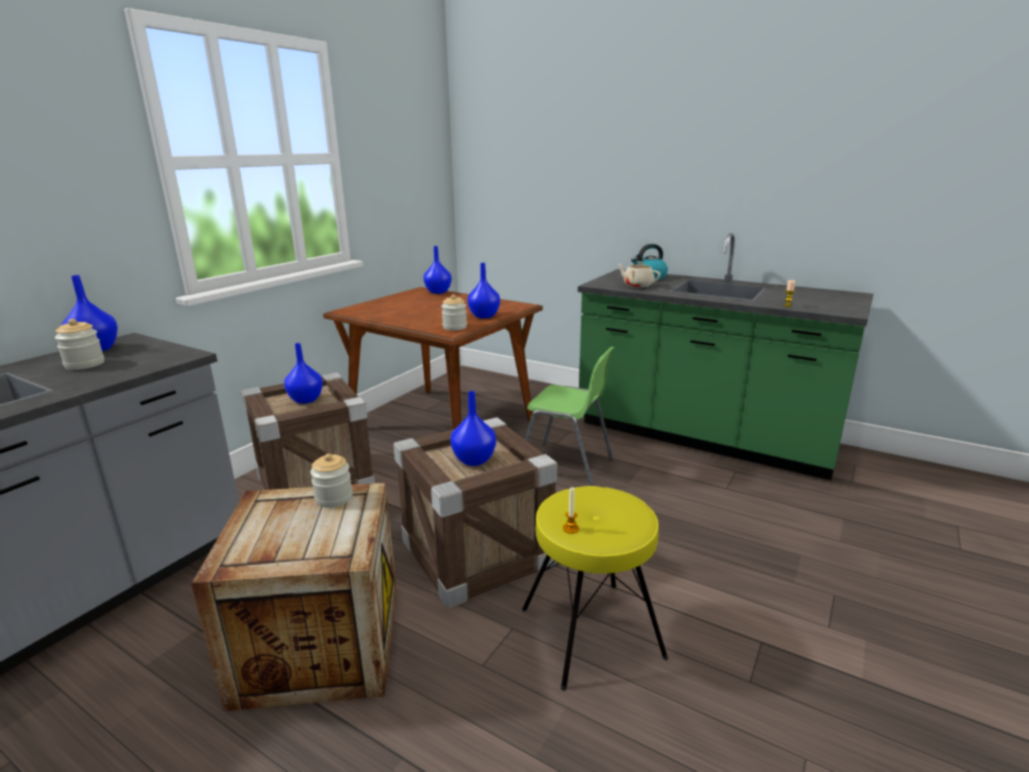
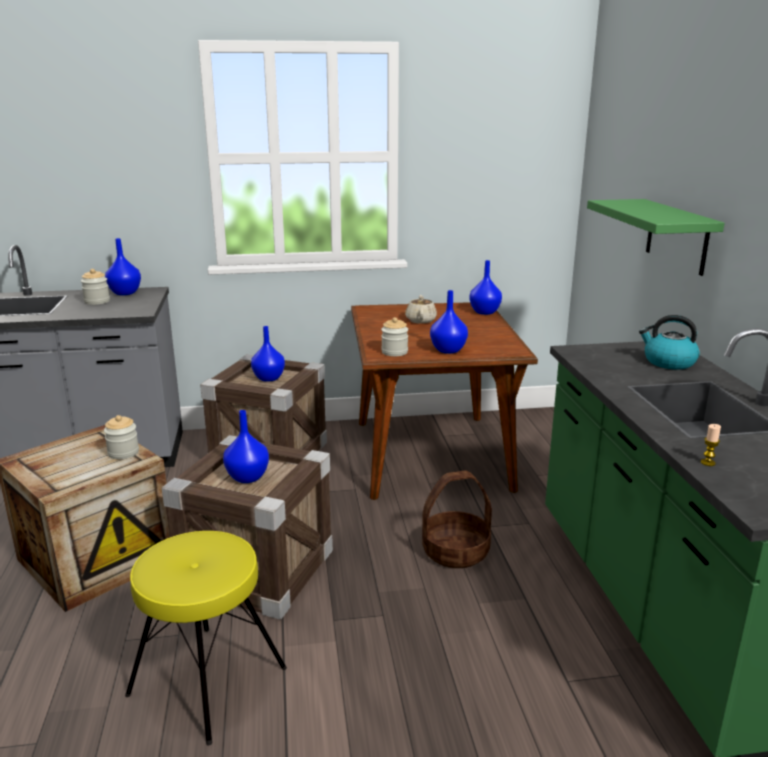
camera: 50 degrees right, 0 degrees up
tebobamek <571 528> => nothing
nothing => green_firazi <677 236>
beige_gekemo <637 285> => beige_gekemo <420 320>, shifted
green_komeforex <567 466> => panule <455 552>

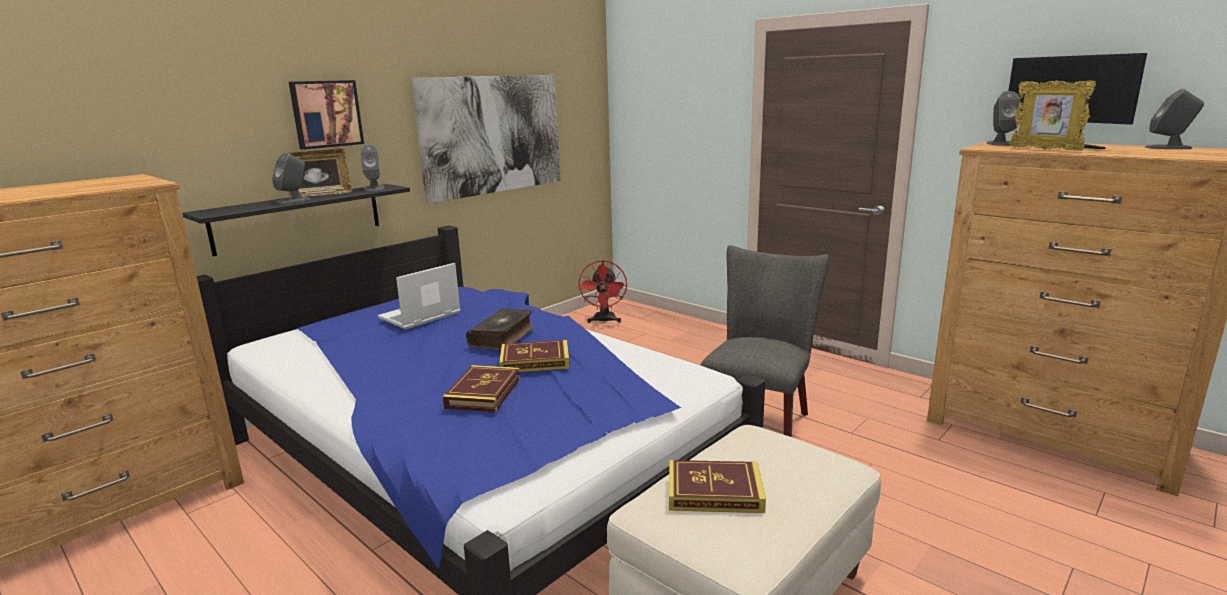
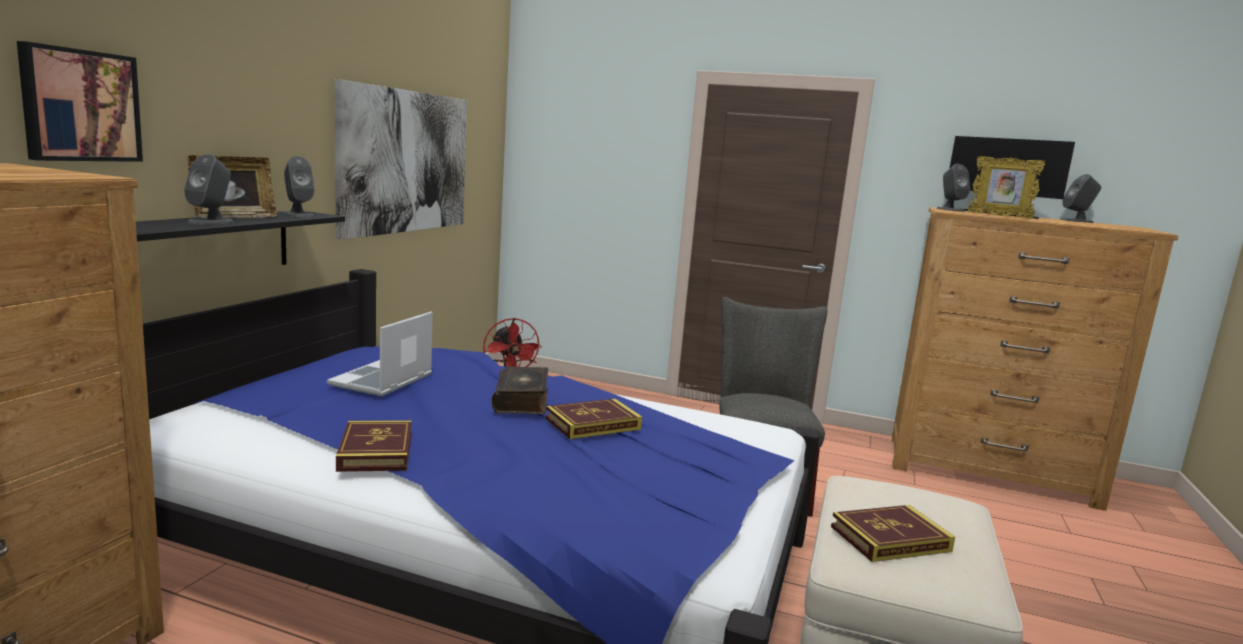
camera: 25 degrees left, 5 degrees down
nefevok <326 114> => nefevok <80 105>, shifted
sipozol <483 393> => sipozol <376 451>, shifted

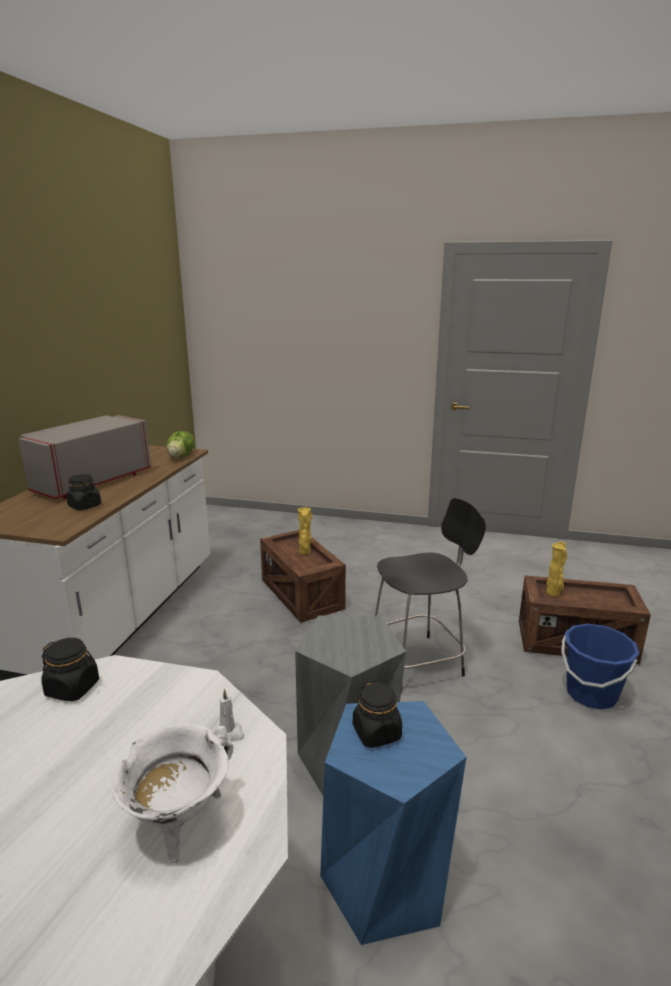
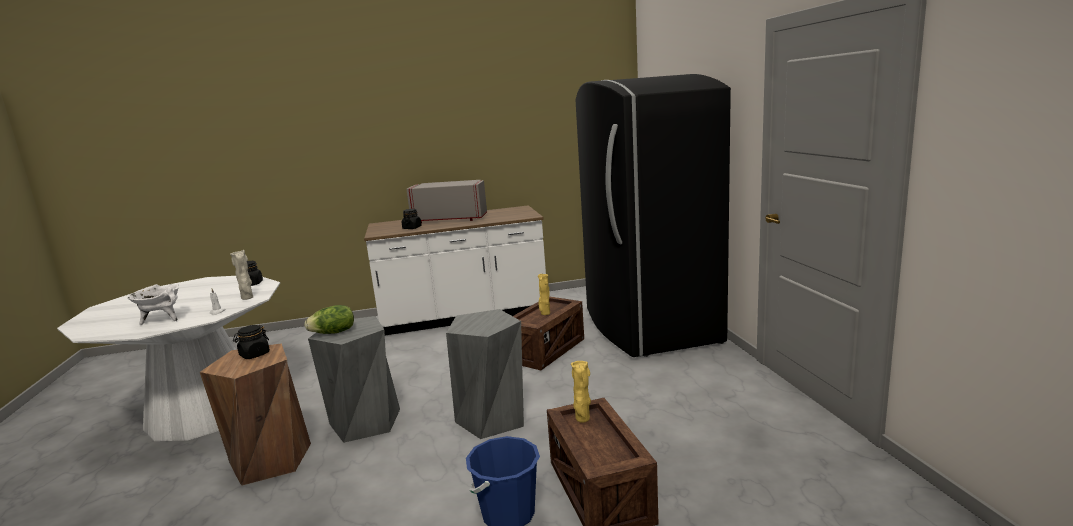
camera: 65 degrees right, 5 degrees down
nothing => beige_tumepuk <248 298>
nothing => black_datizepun <648 326>
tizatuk <181 456> => tizatuk <333 332>, shifted
black_komeforex <418 662> => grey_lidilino <492 418>
blue_lidilino <385 881> => brown_lidilino <270 460>

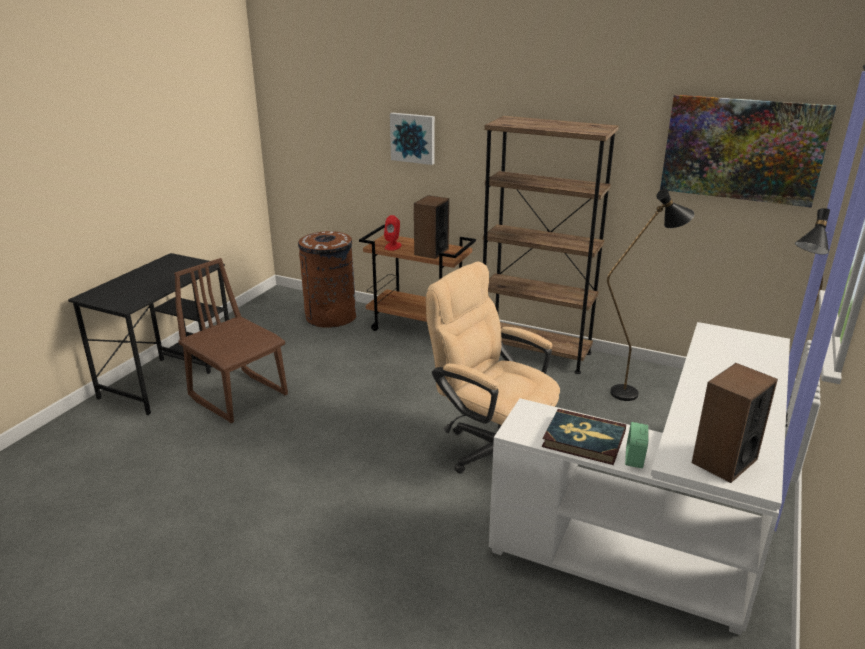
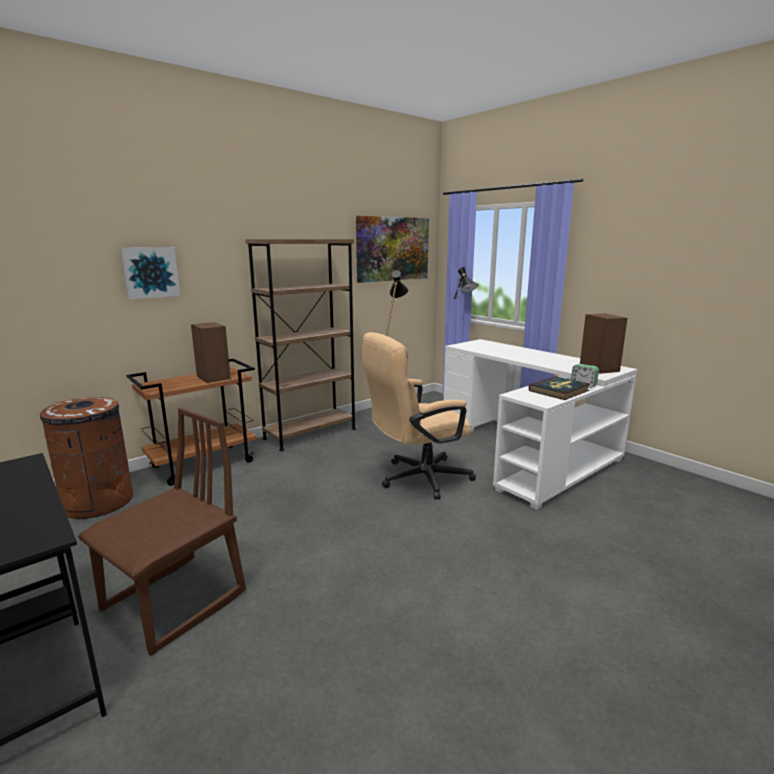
camera: 65 degrees left, 10 degrees down
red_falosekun <393 246> => nothing
brown_komeforex <239 395> => brown_komeforex <175 602>, 150 degrees clockwise

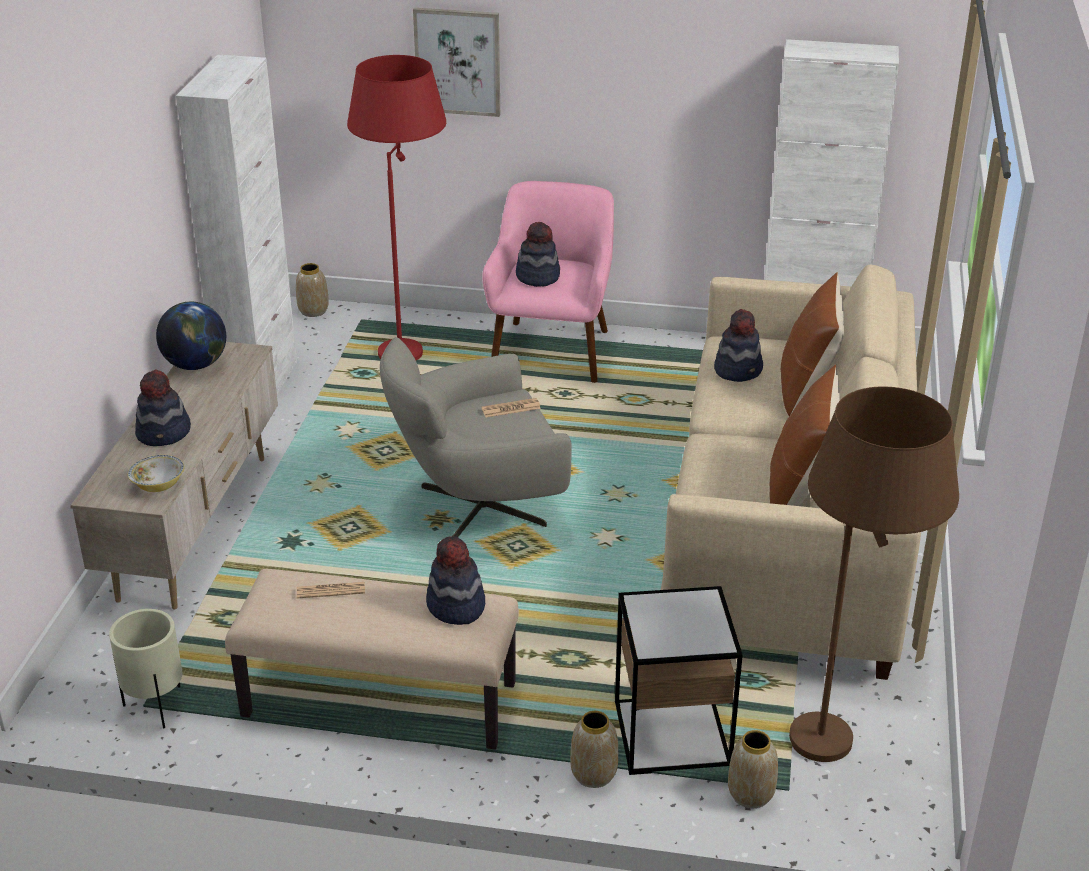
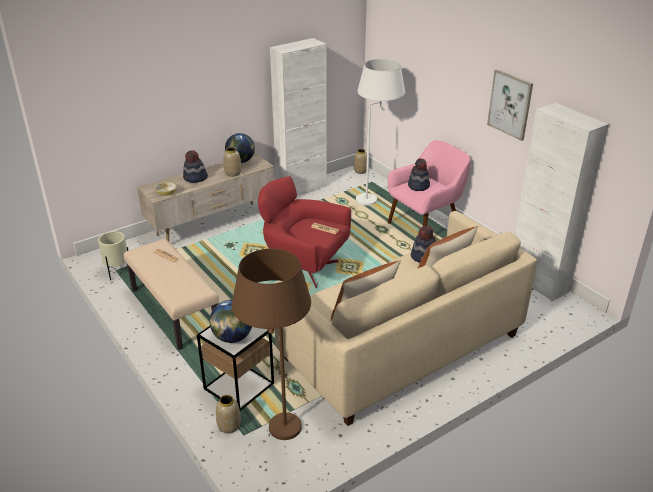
camera: 45 degrees right, 0 degrees up
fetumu <455 606> => nothing
nothing => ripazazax <232 337>
nefevok <458 61> => nefevok <510 104>, shifted
tumepuk <593 774> => tumepuk <232 173>, shifted
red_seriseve <408 342> => white_seriseve <376 197>
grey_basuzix <477 509> => red_basuzix <303 268>

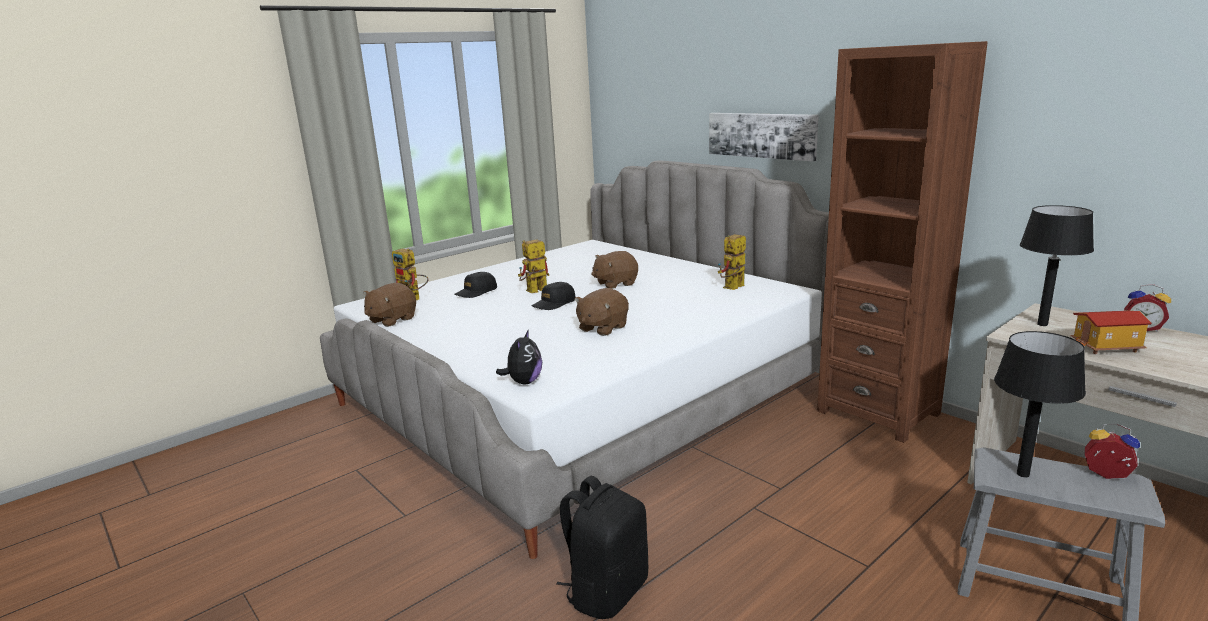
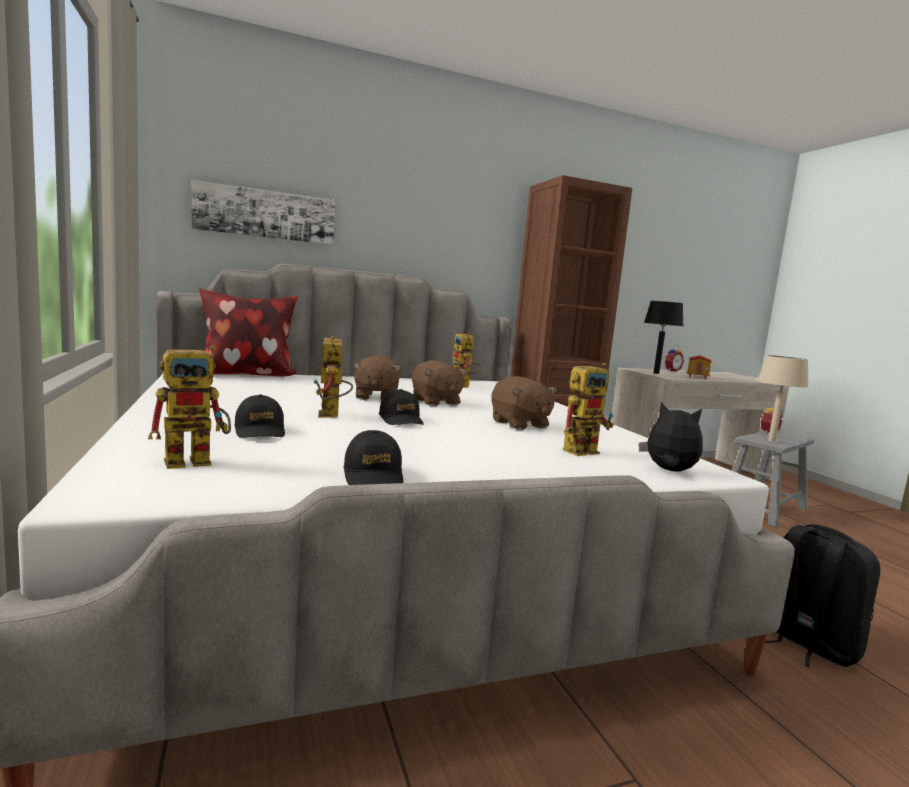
camera: 70 degrees left, 10 degrees down
nothing => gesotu <246 374>
nothing => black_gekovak <373 475>
nothing => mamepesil <584 450>
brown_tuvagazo <392 320> => brown_tuvagazo <435 402>, shifted
nefevok <761 135> => nefevok <265 214>, shifted
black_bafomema <1022 474> => beige_bafomema <771 440>

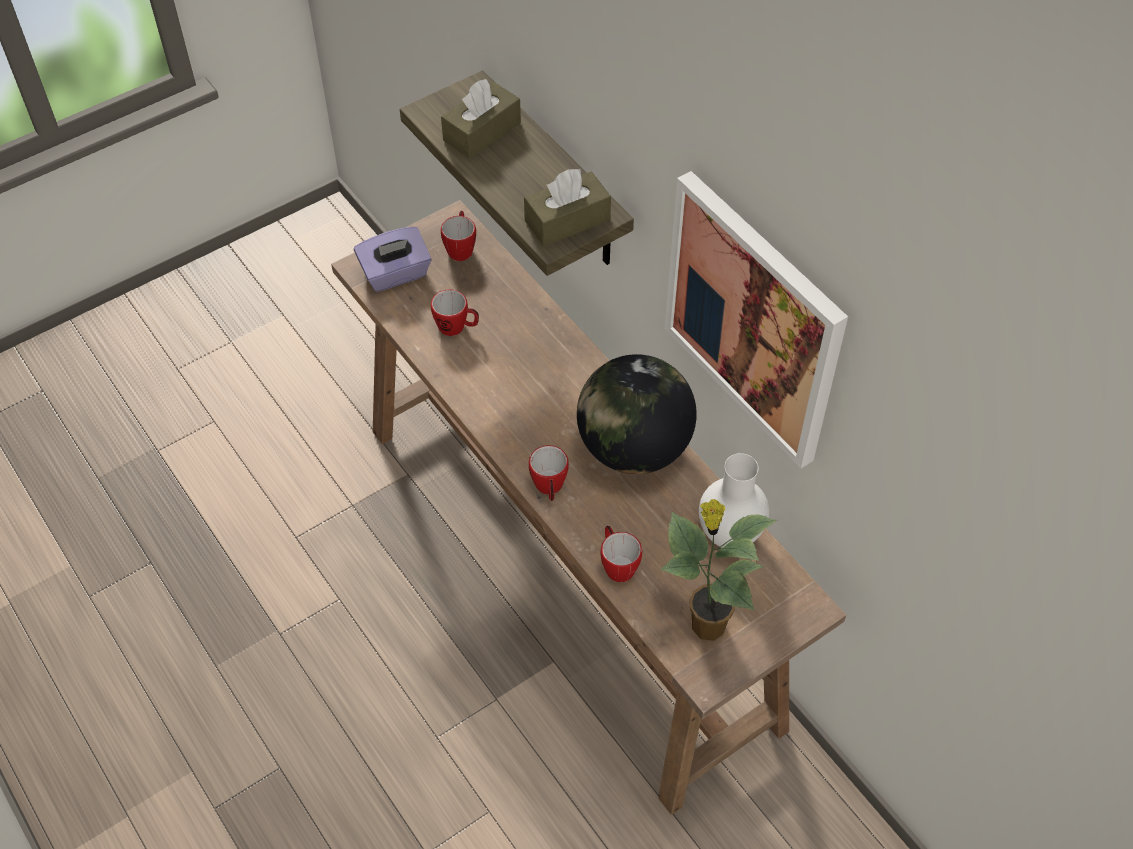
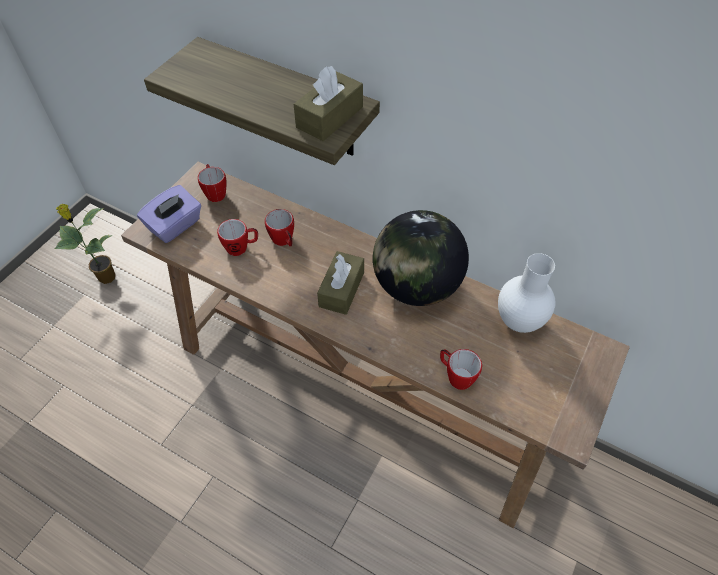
camera: 25 degrees left, 0 degrees up
nefevok <753 319> => nothing
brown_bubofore <482 131> => brown_bubofore <341 289>, shifted
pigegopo <549 488> => pigegopo <284 241>, shifted
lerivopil <705 625> => lerivopil <105 277>, shifted

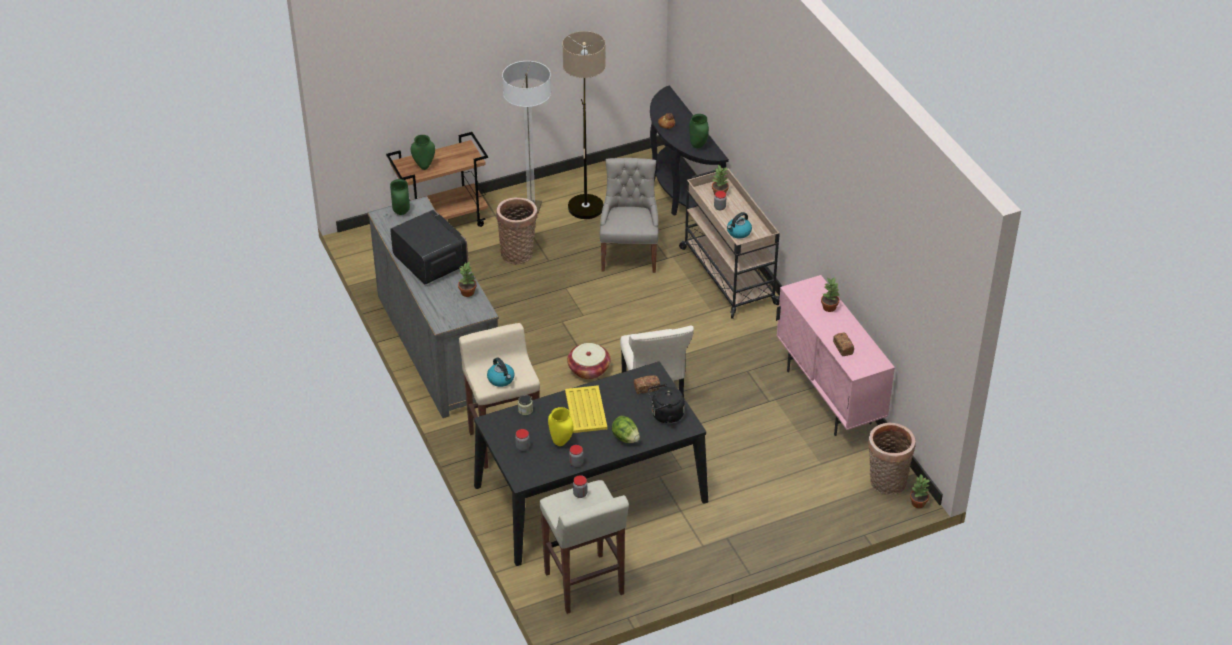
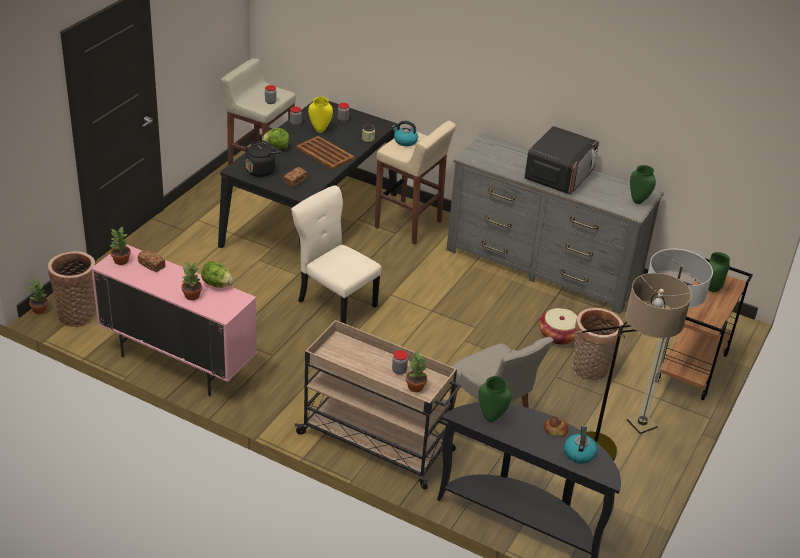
camera: 140 degrees right, 5 degrees down
nothing => tizatuk <216 284>
lerivopil <468 292> => lerivopil <121 261>, shifted
panule <589 369> => panule <558 335>, shifted
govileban <738 232> => govileban <579 453>, shifted
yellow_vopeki <586 409> => brown_vopeki <325 153>
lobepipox <430 261> => lobepipox <559 176>, 75 degrees counterclockwise

